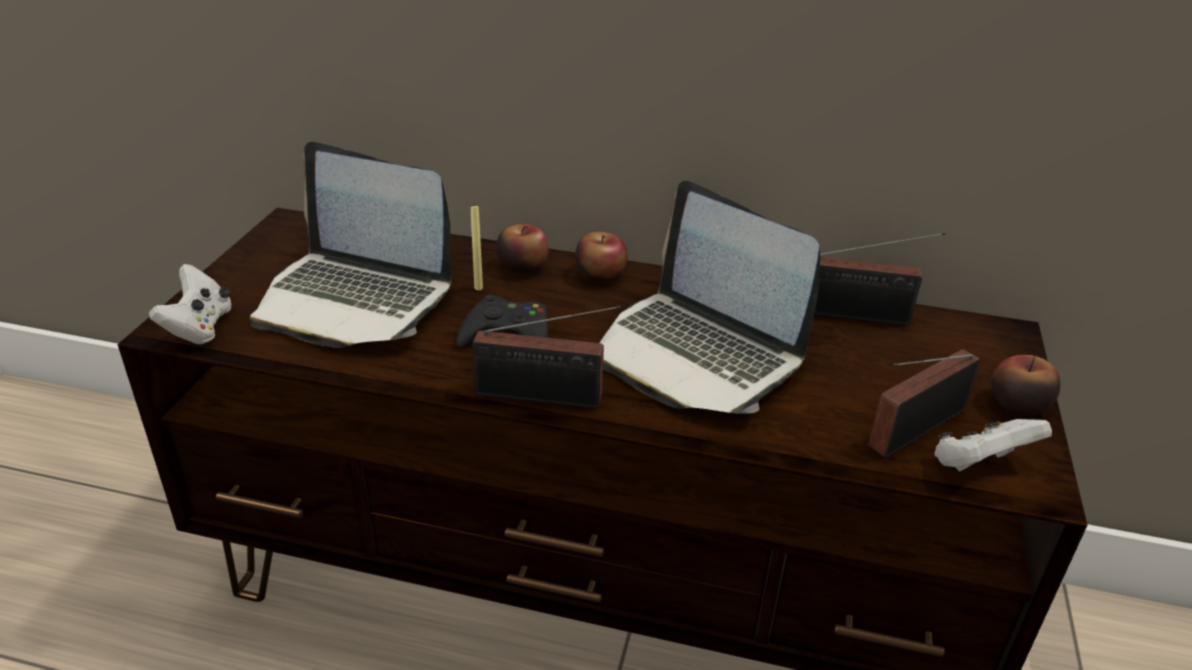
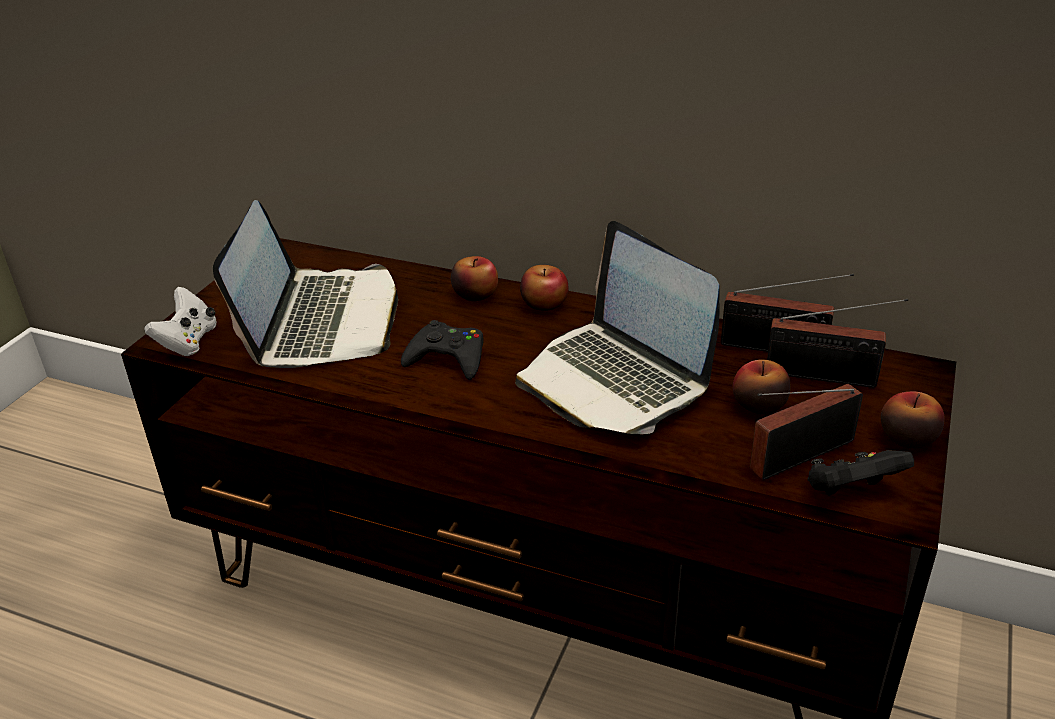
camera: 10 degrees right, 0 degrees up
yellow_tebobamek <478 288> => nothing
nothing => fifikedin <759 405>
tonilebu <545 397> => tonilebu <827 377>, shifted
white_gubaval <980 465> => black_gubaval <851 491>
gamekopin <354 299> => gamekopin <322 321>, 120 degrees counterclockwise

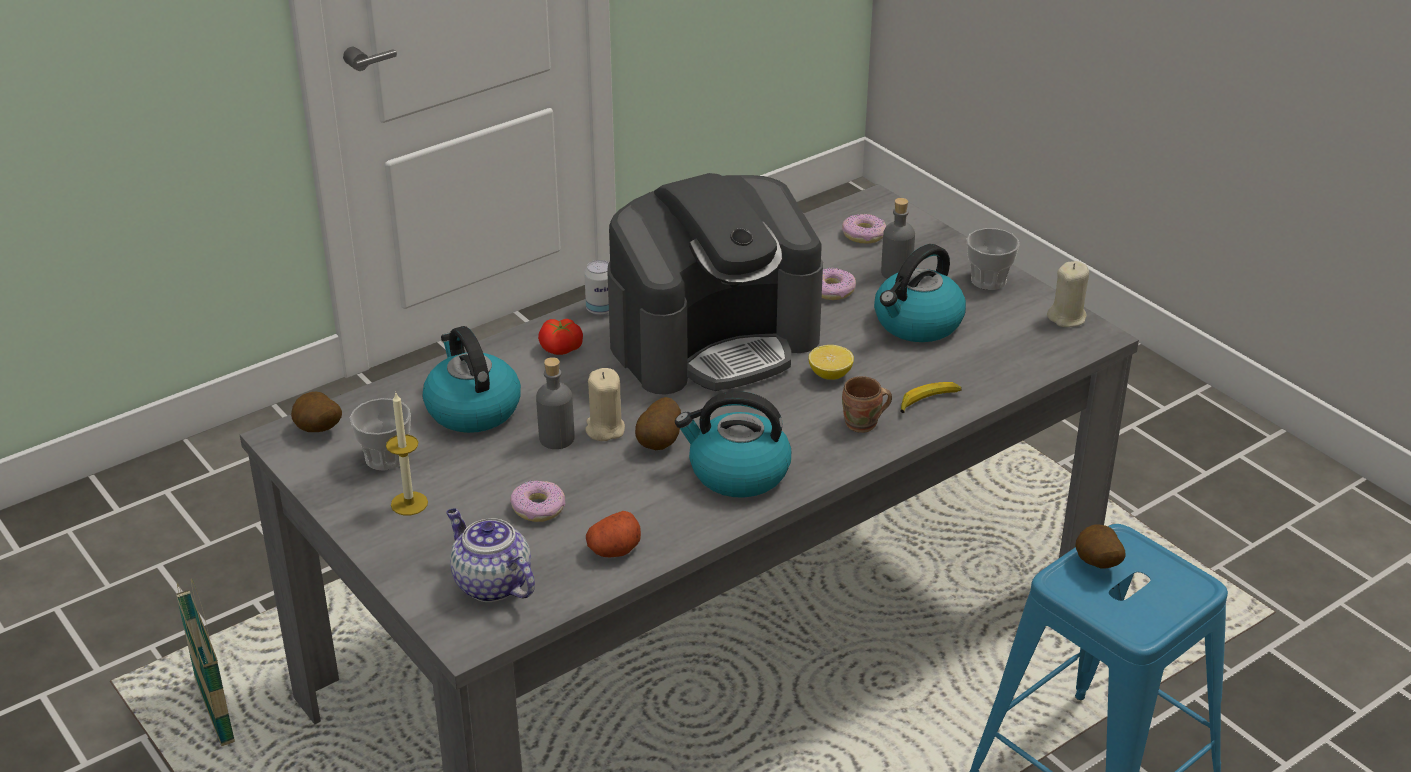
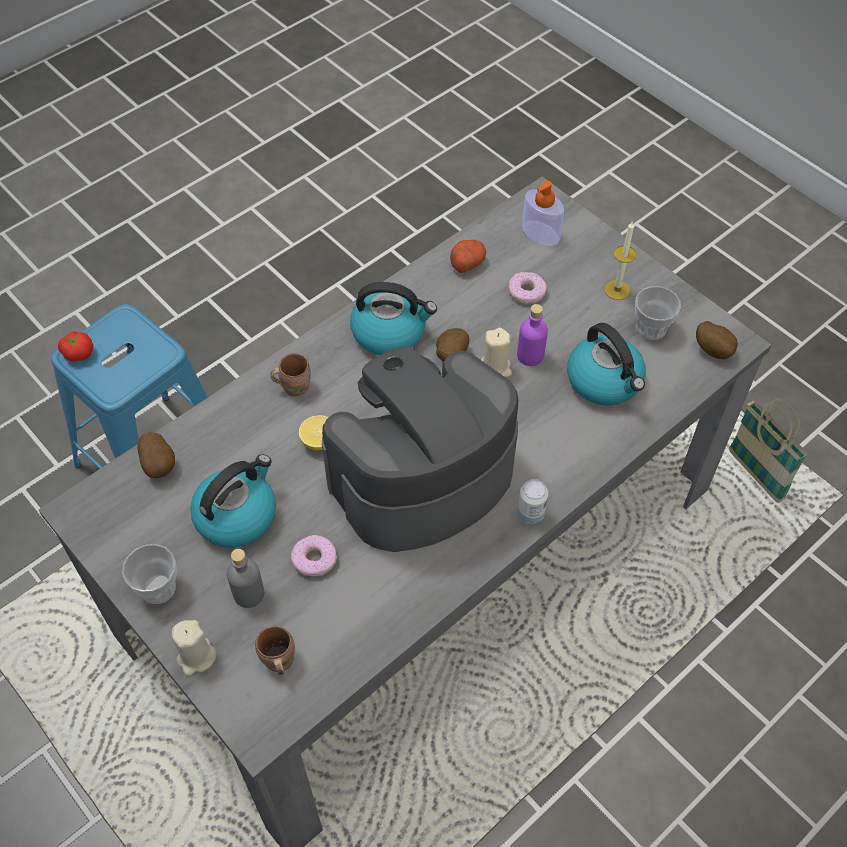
camera: 175 degrees right, 20 degrees up
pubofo <928 402> => nothing
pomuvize <561 349> => pomuvize <78 353>, shifted
beige_tebobamek <1067 317> => beige_tebobamek <196 657>, shifted
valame <1096 565> => valame <160 465>, shifted
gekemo <490 583> => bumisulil <540 233>
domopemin <864 235> => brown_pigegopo <277 661>
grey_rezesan <556 438> => purple_rezesan <530 355>

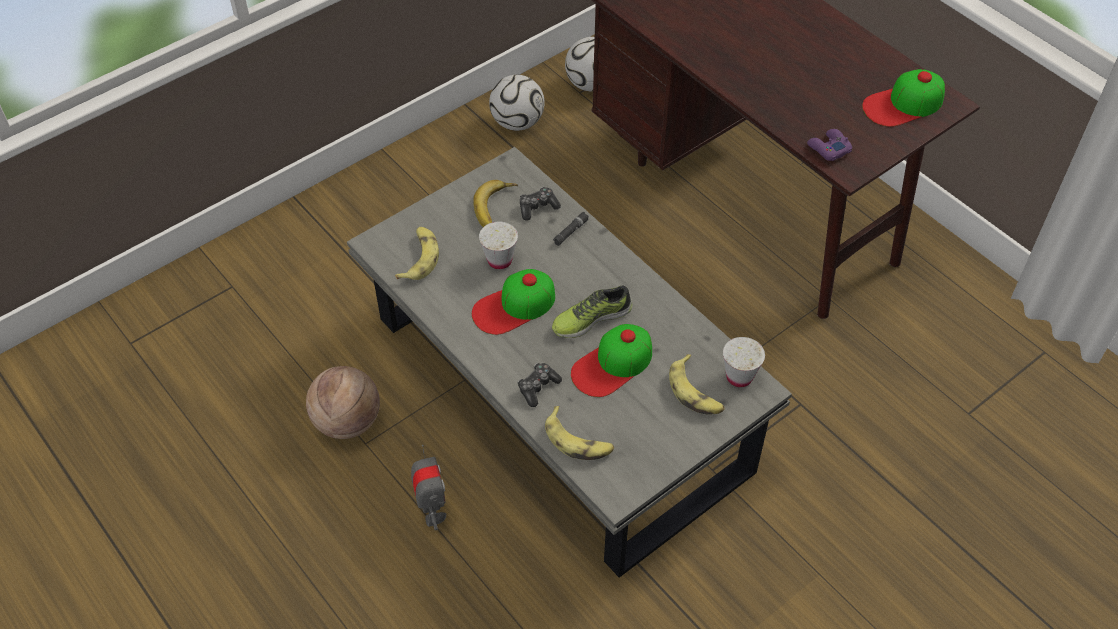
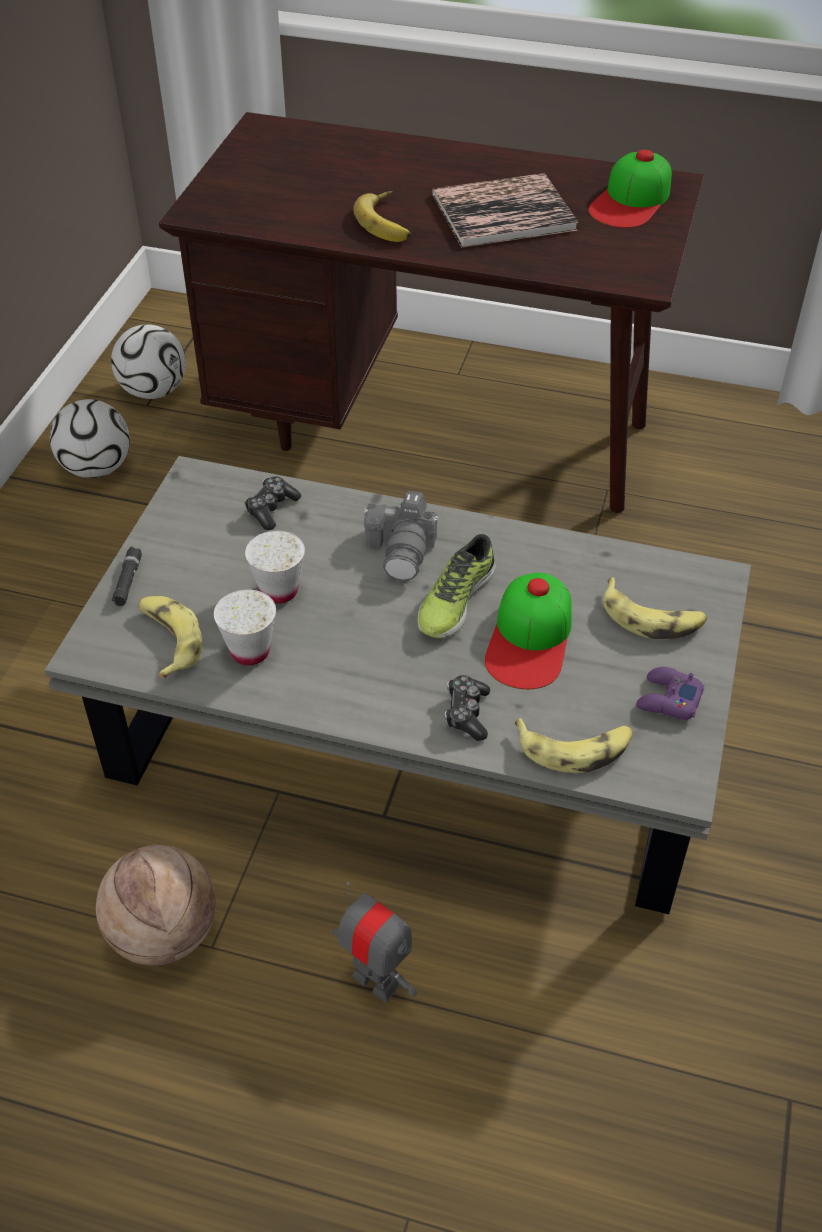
camera: 35 degrees left, 5 degrees down
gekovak <514 306> => nothing
nothing => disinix <402 550>
nothing => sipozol <503 212>
pubofo <496 208> => pubofo <389 222>, shifted
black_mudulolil <570 232> => black_mudulolil <128 581>, shifted
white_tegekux <739 377> => white_tegekux <250 651>, shifted
purple_gubaval <828 148> => purple_gubaval <668 700>, shifted

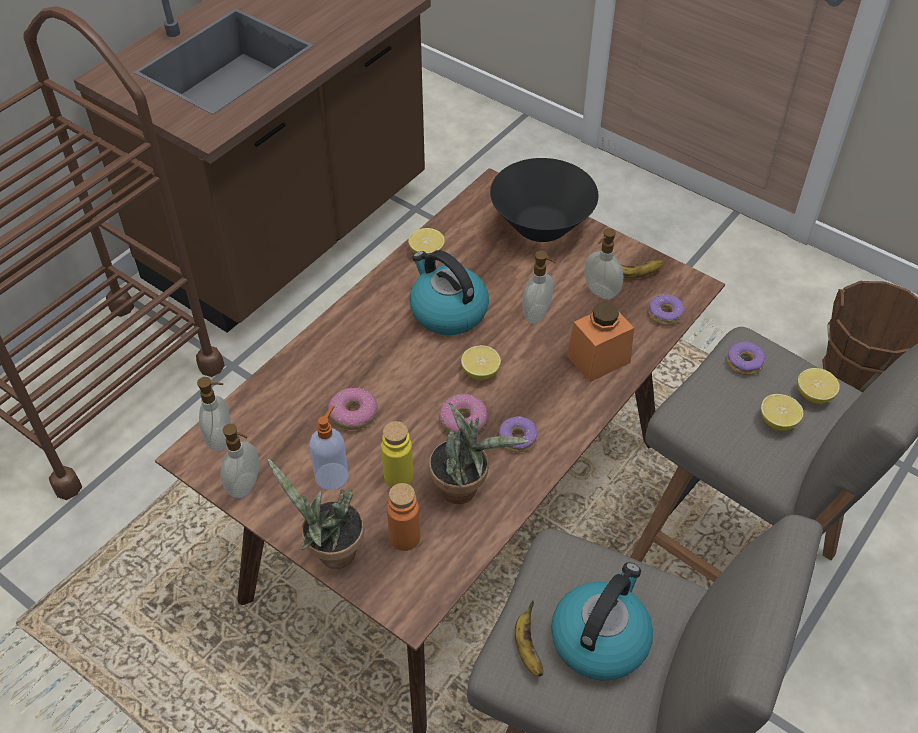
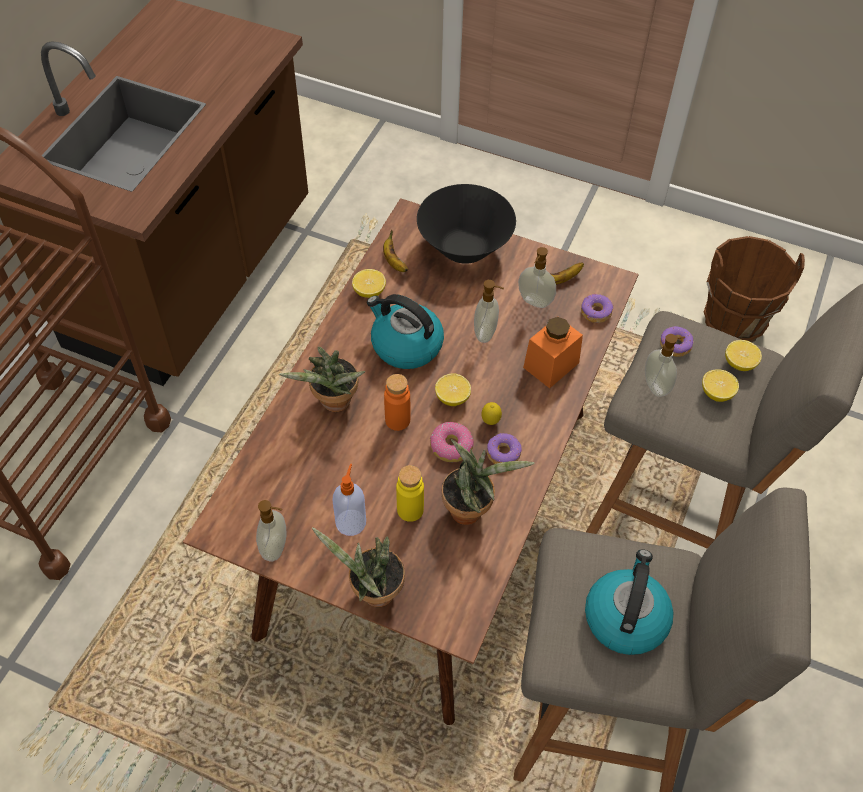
camera: 15 degrees left, 5 degrees up
domopemin <354 414> => nothing
nothing => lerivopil <333 404>
nothing => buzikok <490 421>
bumisulil <221 439> => bumisulil <657 386>, shifted
orange_rezesan <405 537> => orange_rezesan <397 420>, shifted
pubofo <527 648> => pubofo <394 261>, shifted

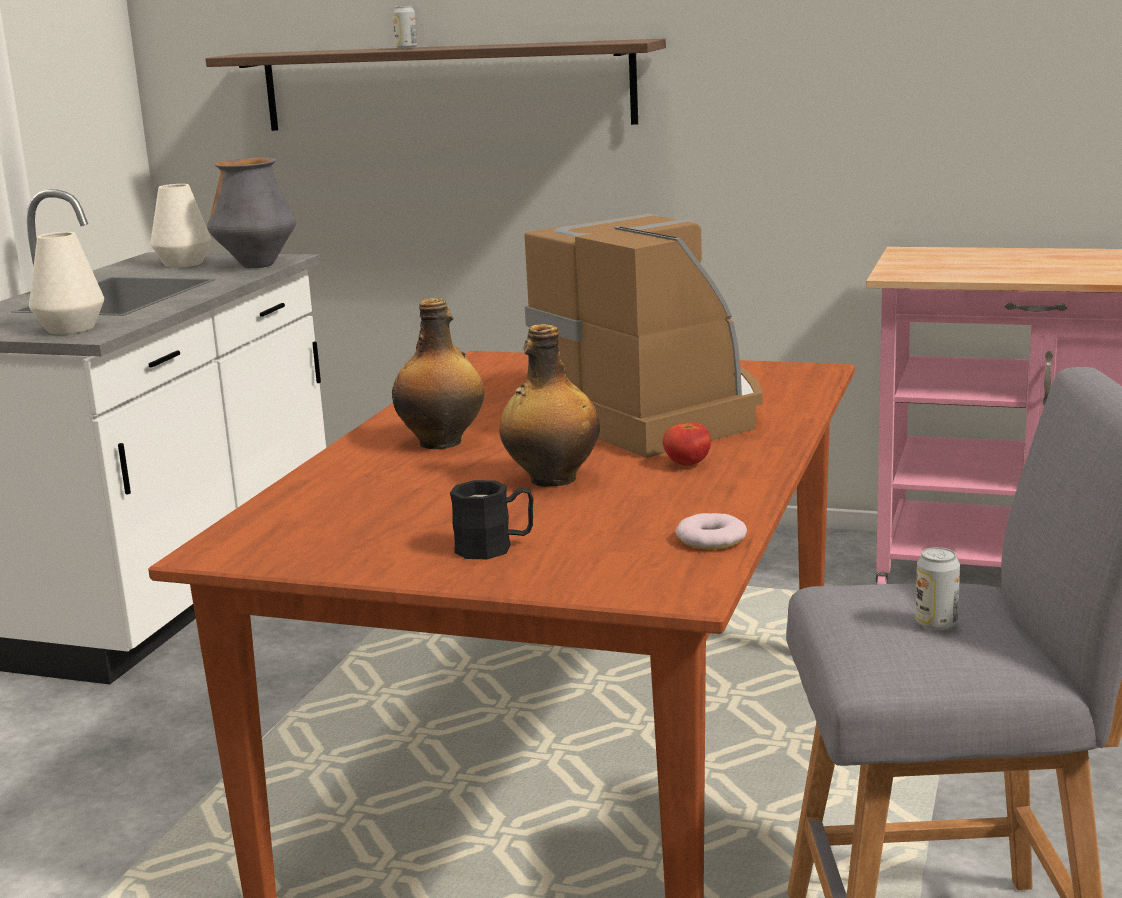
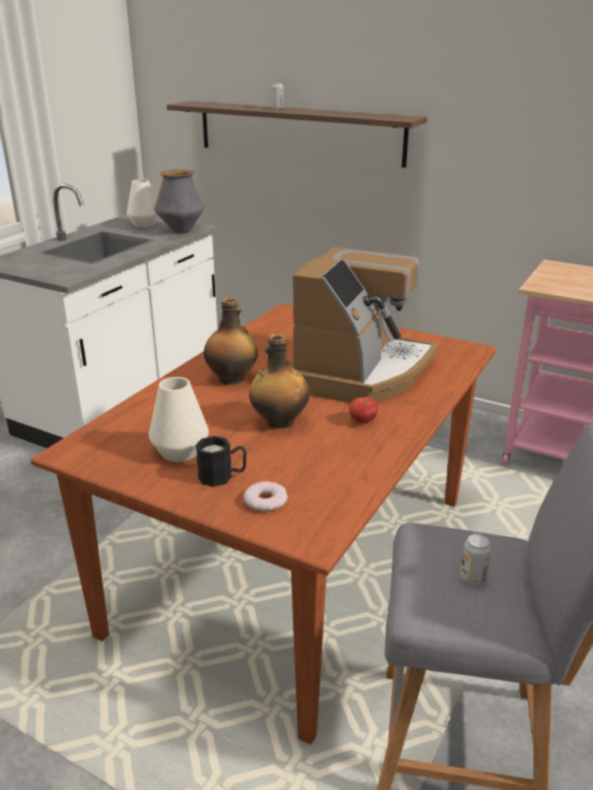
camera: 10 degrees right, 10 degrees up
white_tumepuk <70 329> => white_tumepuk <180 452>, shifted
domopemin <711 539> => domopemin <265 500>, shifted
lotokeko <654 413> => lotokeko <361 373>, 45 degrees clockwise

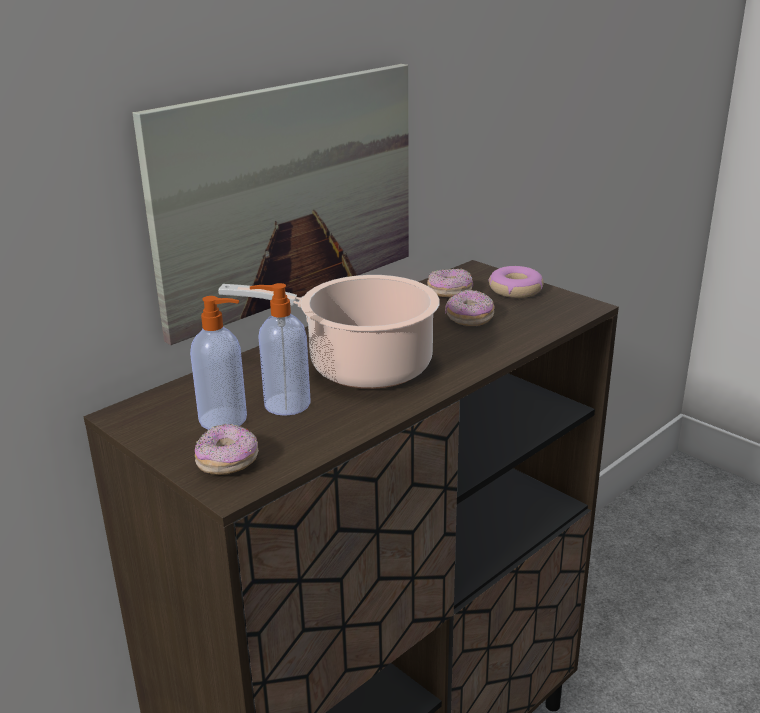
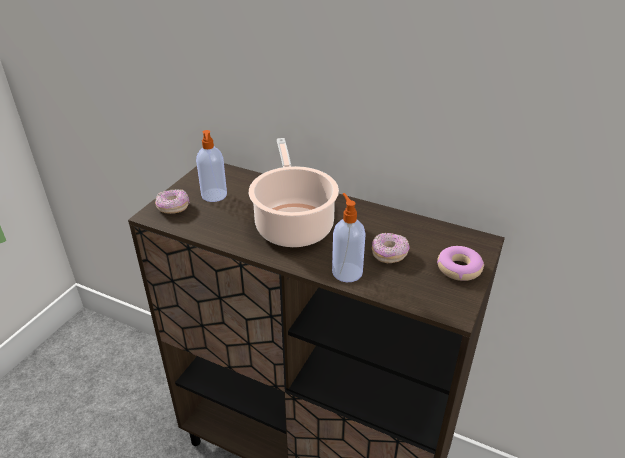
camera: 70 degrees right, 10 degrees up
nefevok <289 194> => nothing
domopemin <449 293> => nothing
bumisulil <285 404> => bumisulil <346 271>, shifted

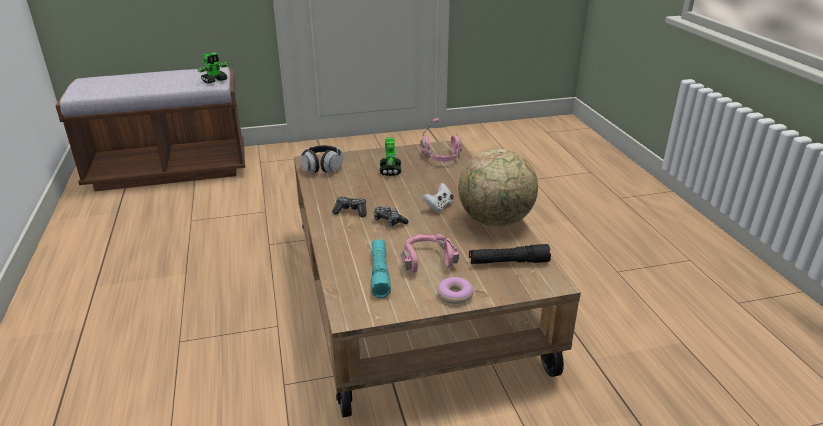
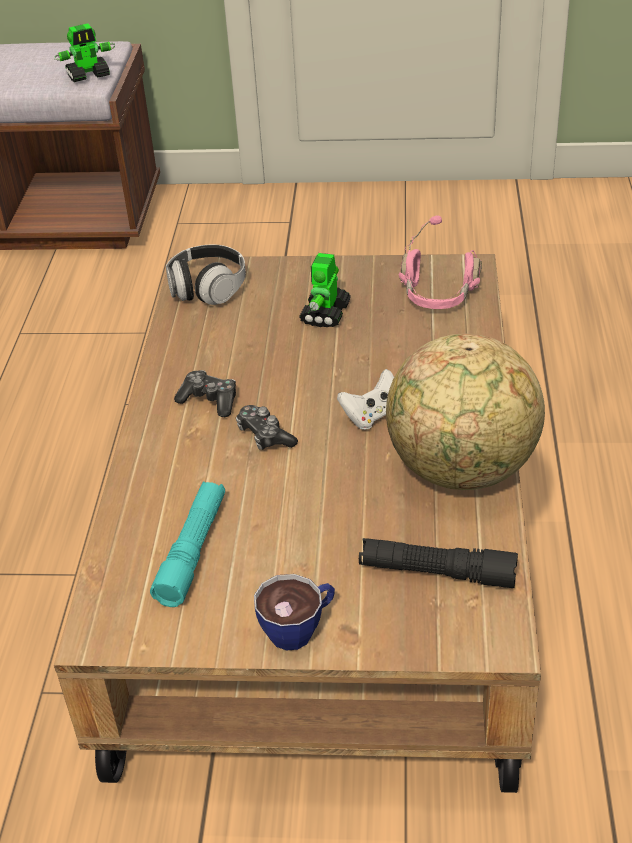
camera: 20 degrees right, 10 degrees up
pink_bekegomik <427 261> => nothing
domopemin <455 295> => tegekux <300 628>

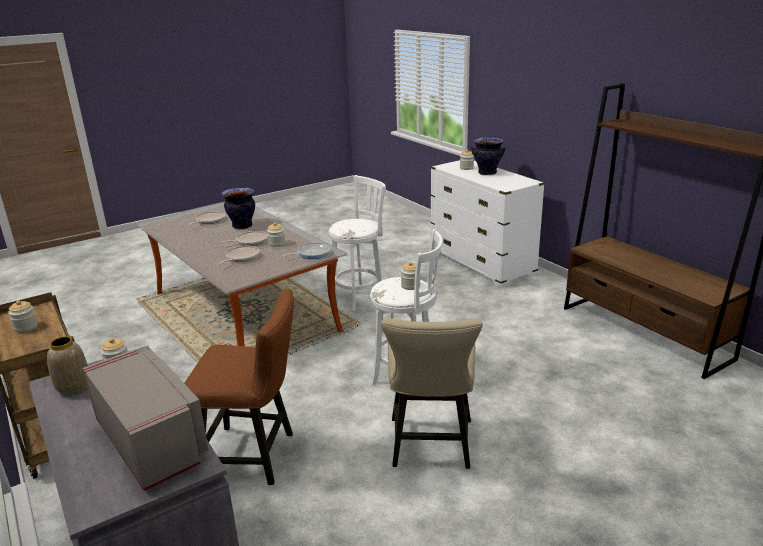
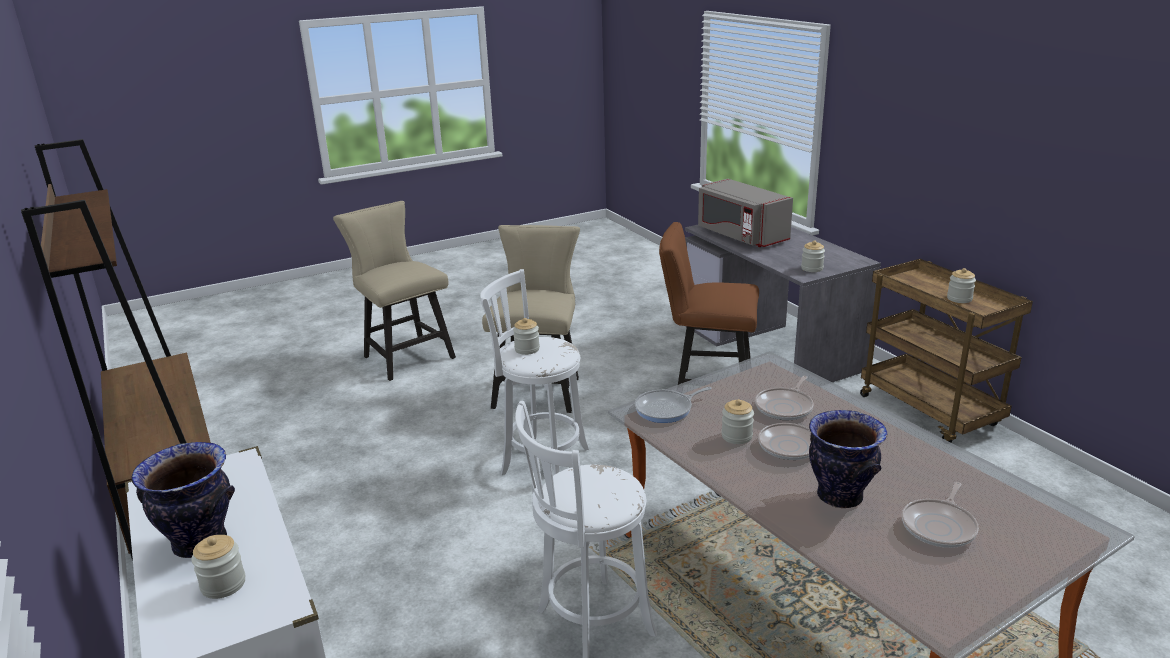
camera: 175 degrees left, 0 degrees up
tumepuk <74 388> => nothing
nothing => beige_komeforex <404 355>

